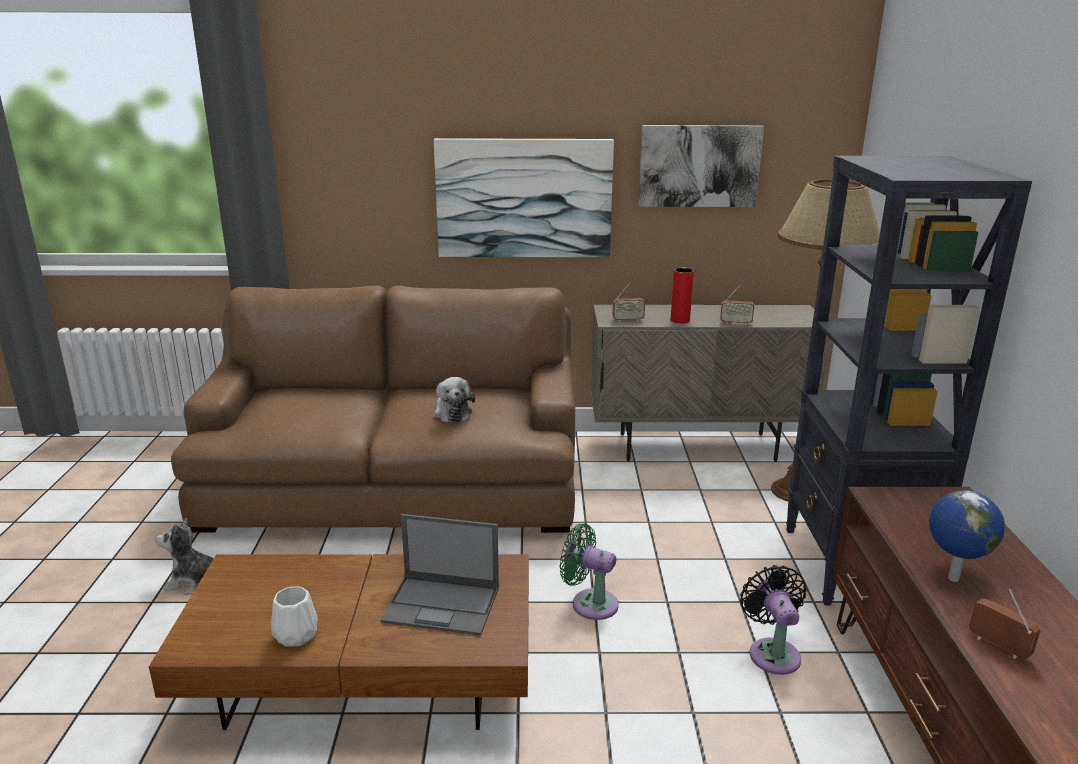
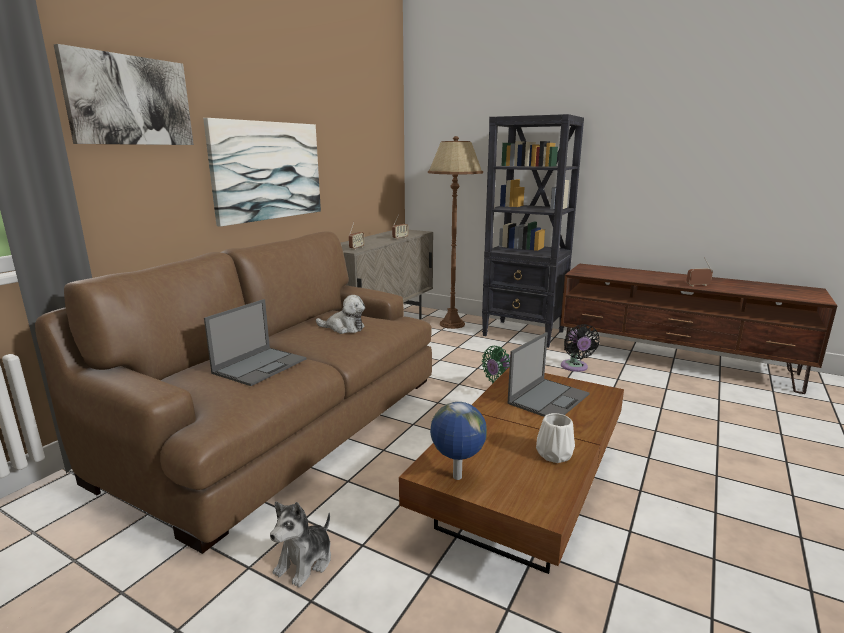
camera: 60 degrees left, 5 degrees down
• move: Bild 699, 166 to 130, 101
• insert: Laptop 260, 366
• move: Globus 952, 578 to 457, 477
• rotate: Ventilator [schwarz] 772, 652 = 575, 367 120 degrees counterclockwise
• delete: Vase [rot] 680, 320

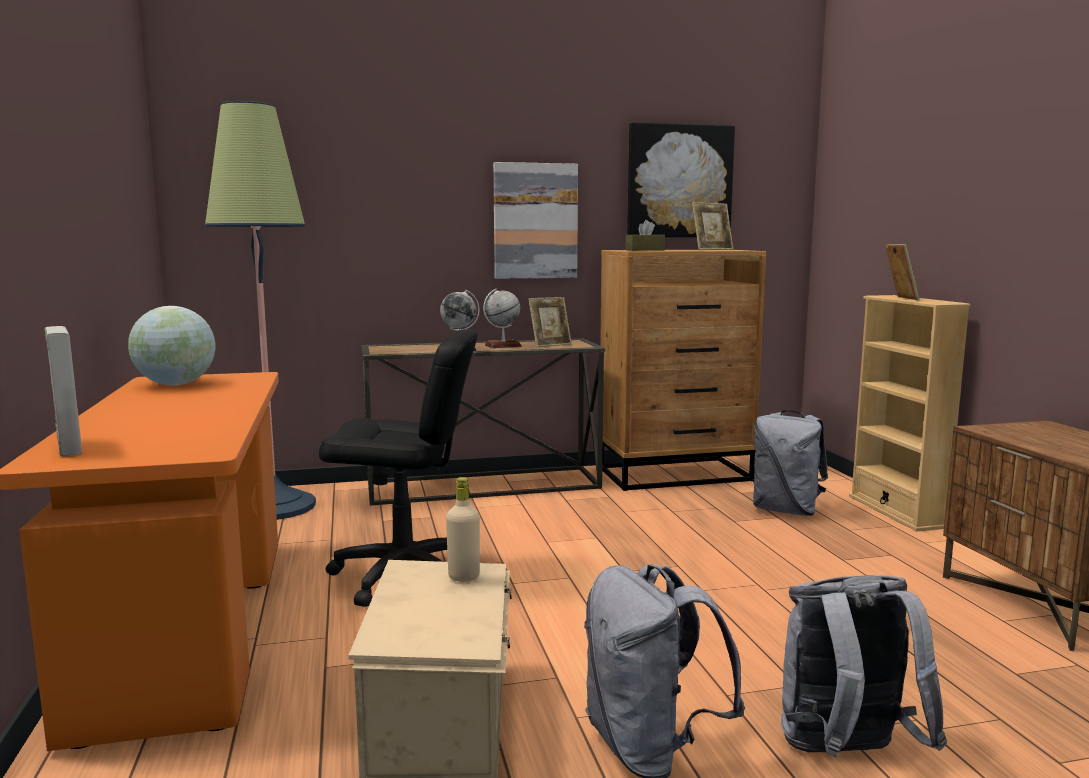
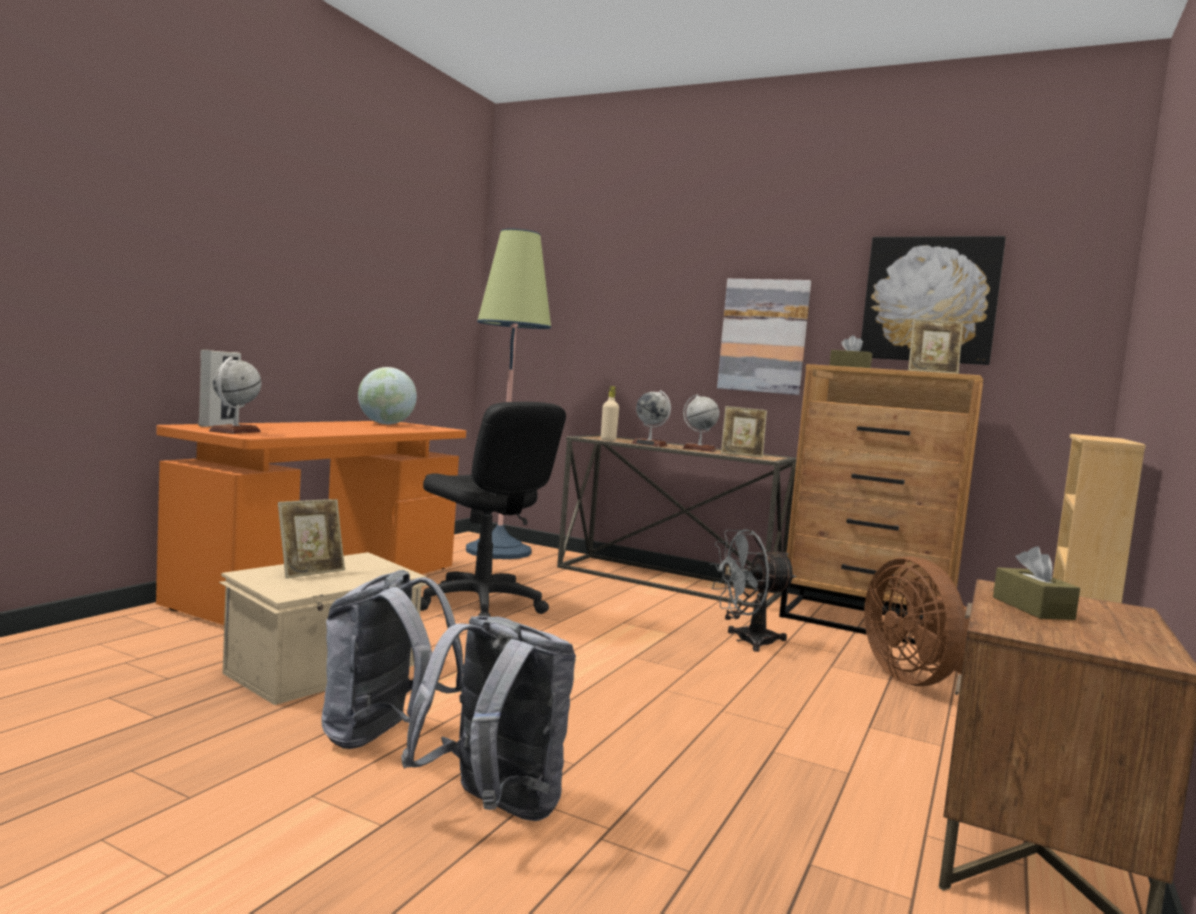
camera: 40 degrees right, 5 degrees down
• insert: Globus 235, 431
• move: Bilderrahmen 899, 298 to 310, 572
• move: Flasche [beige] 464, 577 to 608, 440
• insert: Ventilator [grau] 746, 641
• replace: Rucksack [grau] 786, 510 to Ventilator [braun] 915, 679
• insert: Taschentuchbox [braun] 1032, 608

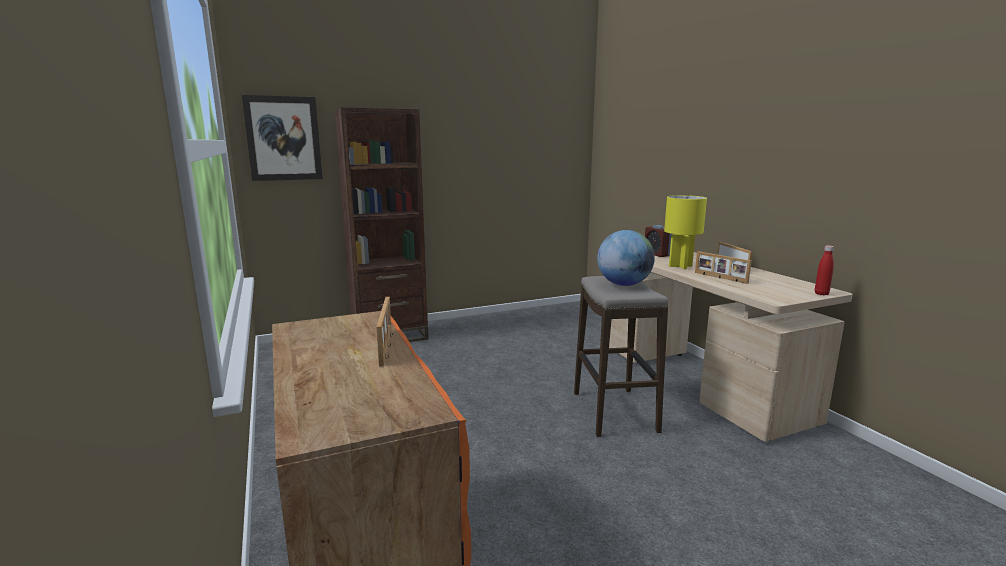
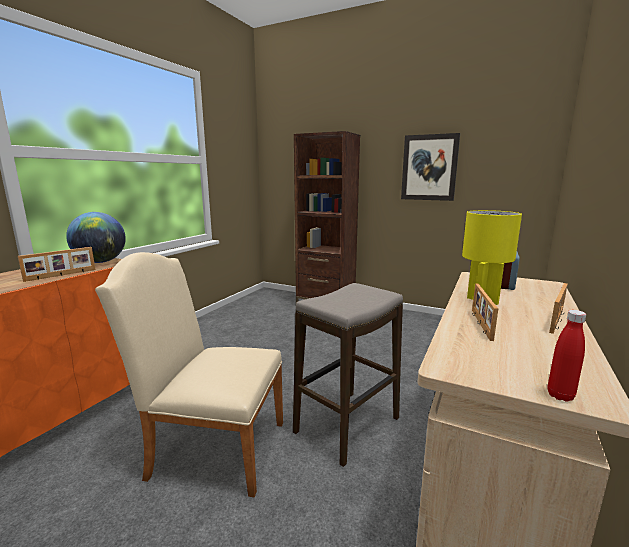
camera: 50 degrees right, 0 degrees up
• move: Globus 624, 284 to 100, 262
• insert: Stuhl [beige] 210, 447
• move: Bild 283, 138 to 429, 167

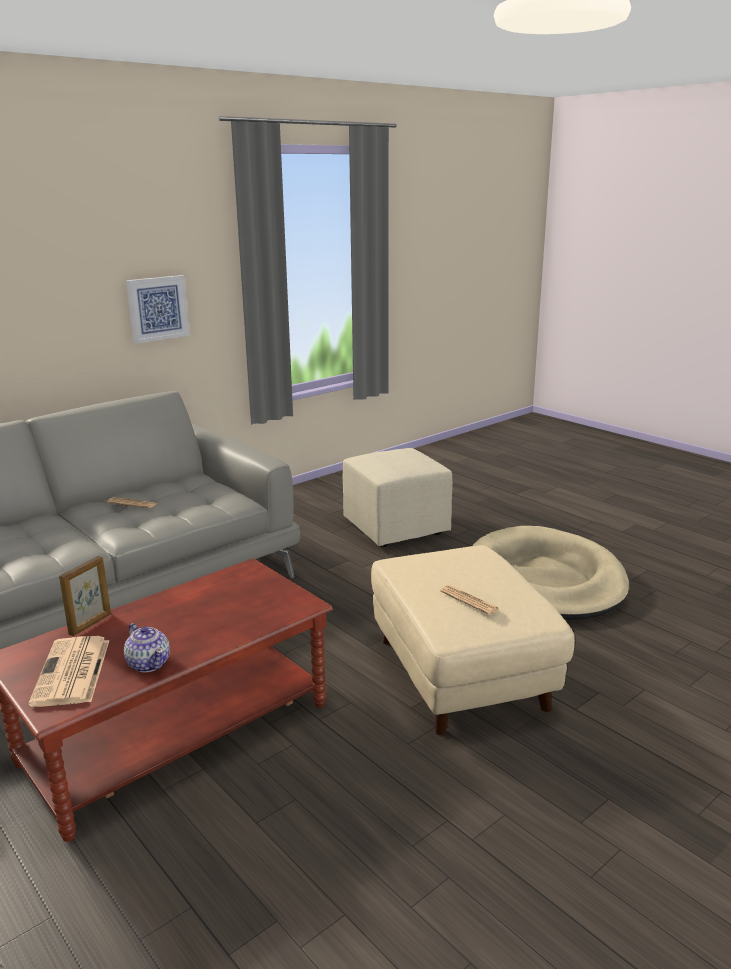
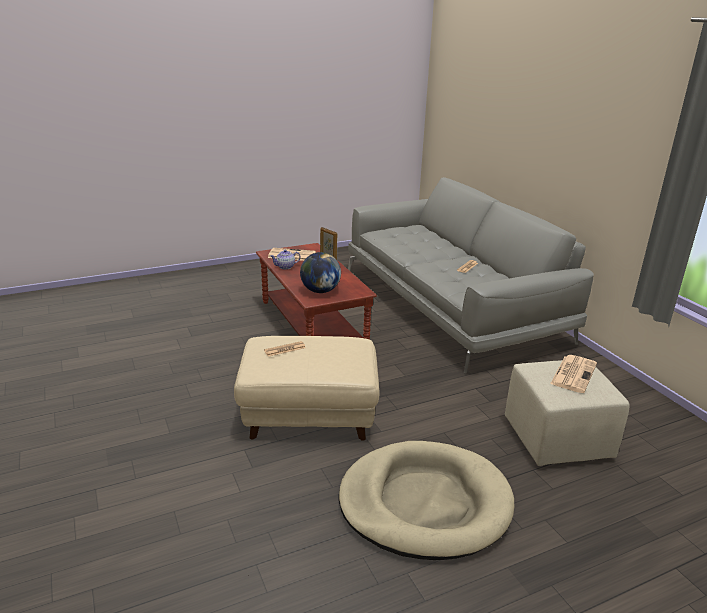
camera: 105 degrees right, 5 degrees up
• insert: Globus 320, 291
• insert: Zeitung 573, 373
• delete: Bild 157, 308

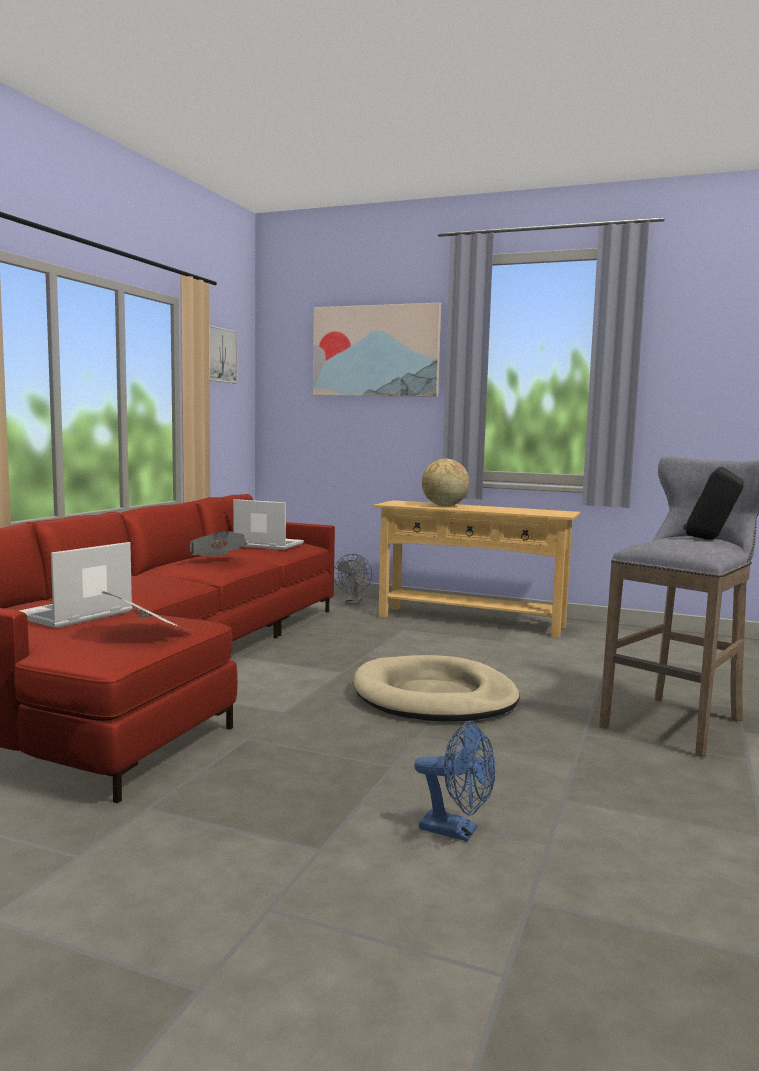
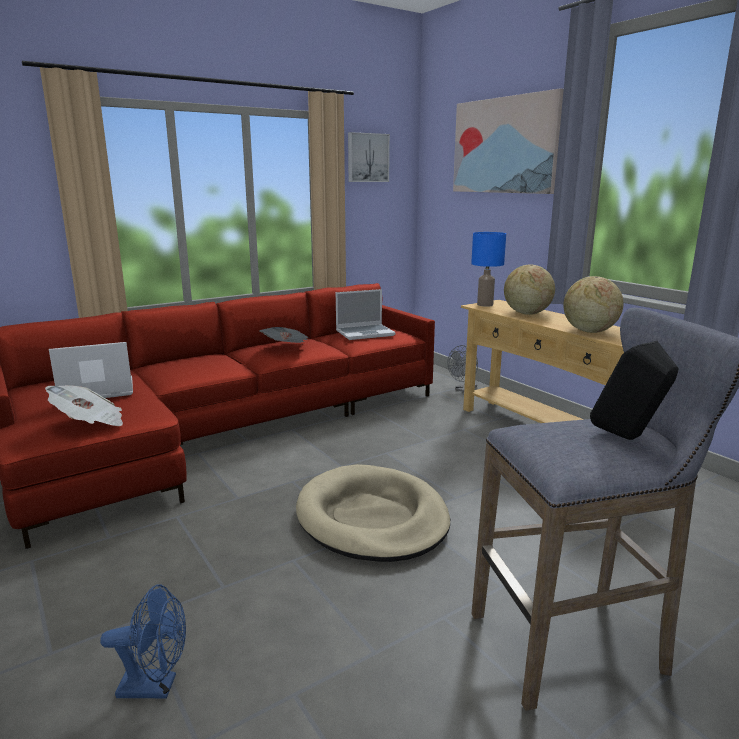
camera: 35 degrees right, 10 degrees up
• rotate: Ventilator [blau] 457, 831 = 156, 686 60 degrees counterclockwise
• rotate: Laptop 267, 545 = 365, 333 105 degrees clockwise
• insert: Tischlampe [blau] 485, 305
• insert: Globus 589, 331

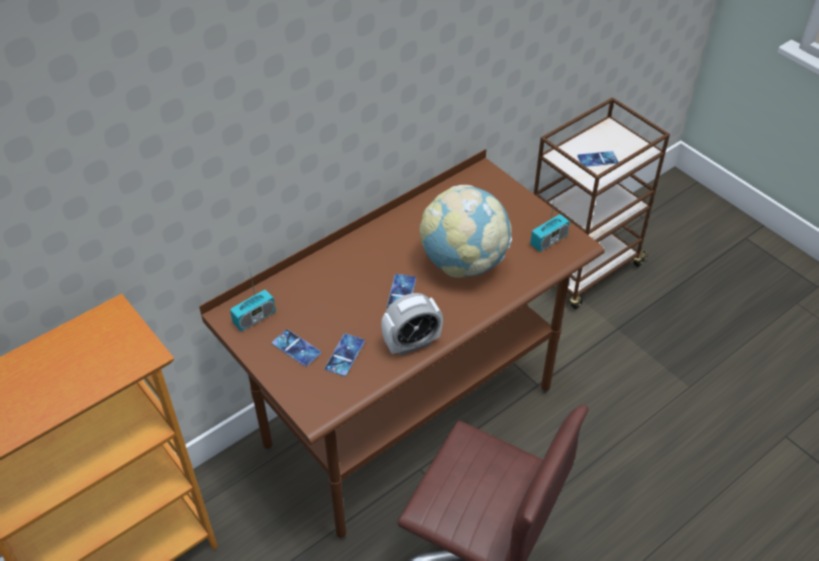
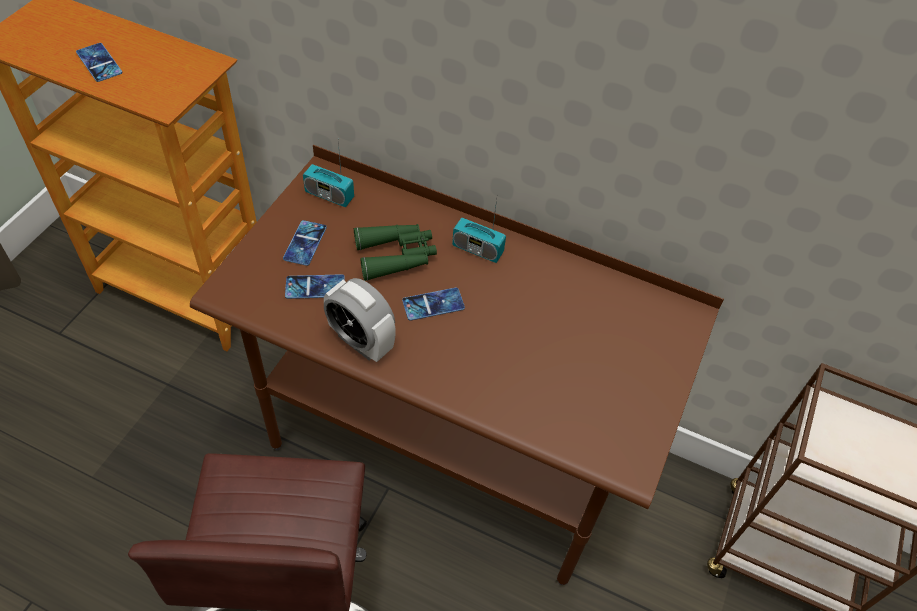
camera: 60 degrees right, 5 degrees up
• move: Handy 597, 159 to 99, 63
• insert: Fernglas [grün] 396, 256
• move: Radio 549, 240 to 477, 249
• delete: Globus 463, 262

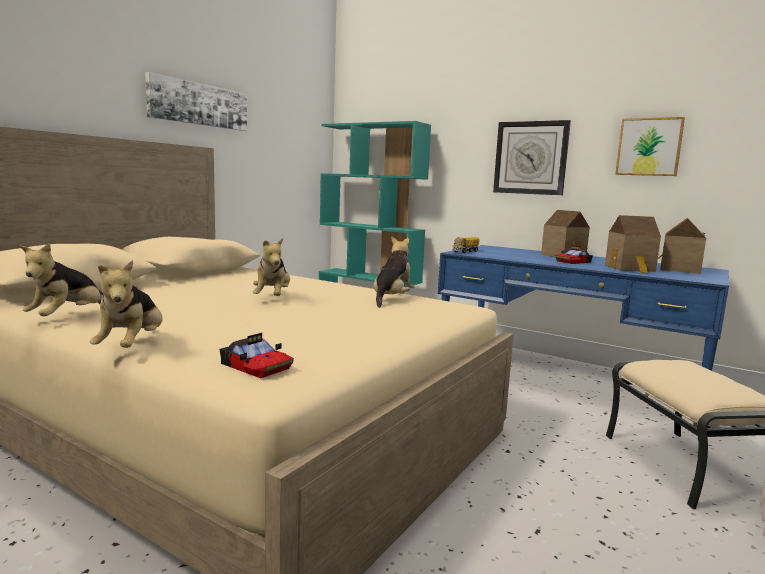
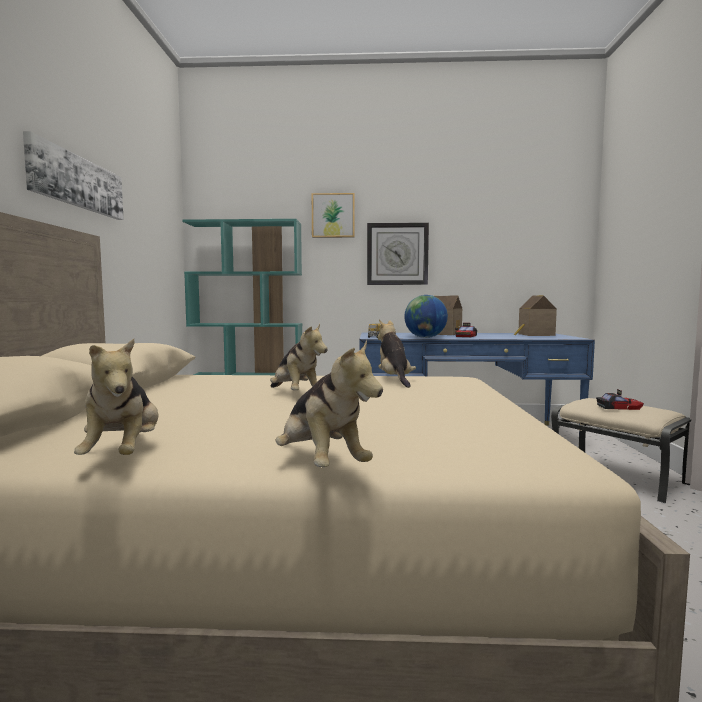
camera: 30 degrees left, 5 degrees down
• move: Bild 649, 147 to 333, 216
• insert: Globus 425, 337
• move: Spielzeugauto 256, 366 to 618, 407
• delete: Spielzeughaus 631, 268

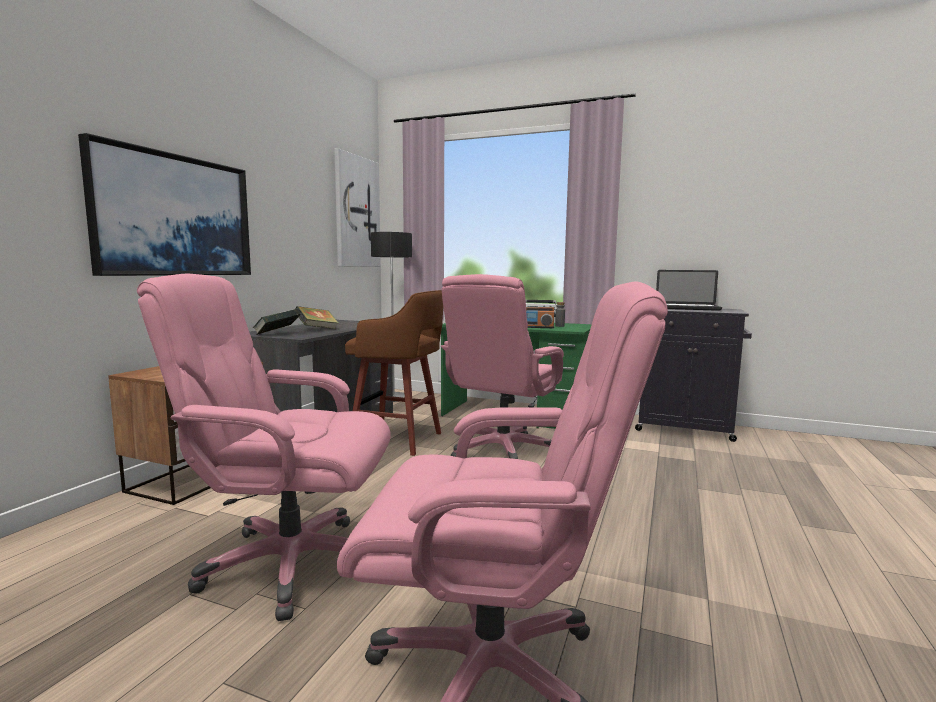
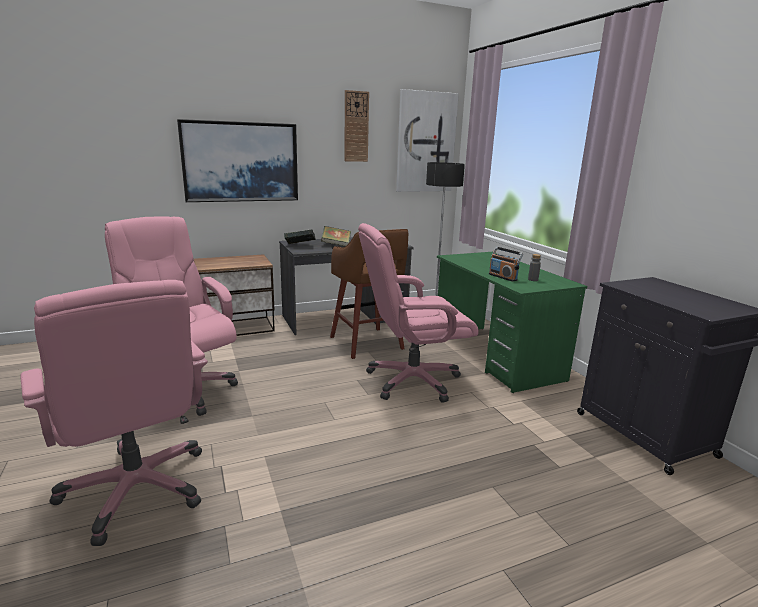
camera: 45 degrees right, 10 degrees up
• insert: Wanduhr 356, 127
• delete: Laptop 687, 308

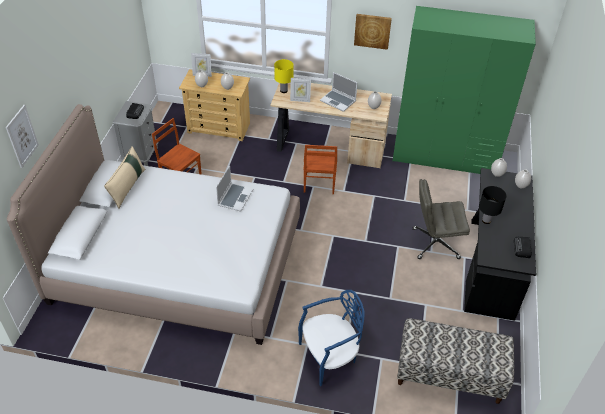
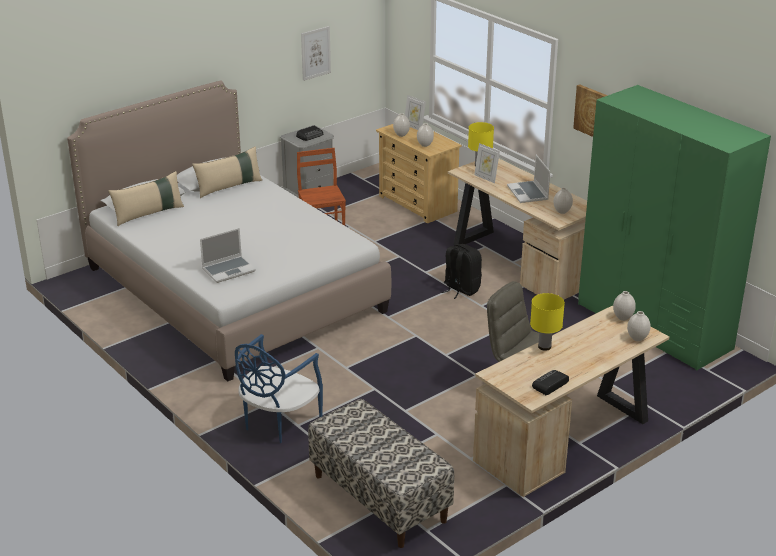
camera: 40 degrees right, 15 degrees down
• insert: Kissen [beige] 149, 214
• move: Laptop 235, 197 to 229, 270
• rotate: Stuhl [blau] 329, 357 = 278, 422 105 degrees clockwise
• move: Bild 22, 136 to 315, 53
• replace: Stuhl [braun] 318, 184 to Rucksack [schwarz] 460, 289
• recolor: Schreibtisch [schwarz] 491, 264 to Schreibtisch [beige] 567, 440
• recolor: Tischlampe [schwarz] 486, 220 to Tischlampe [gelb] 545, 346

